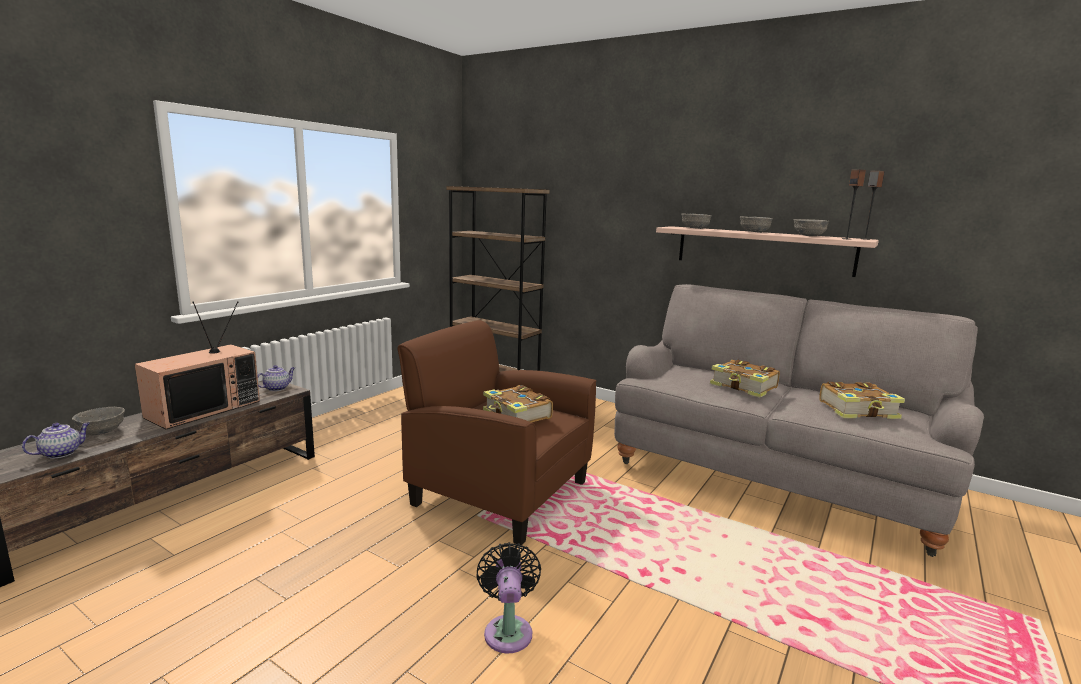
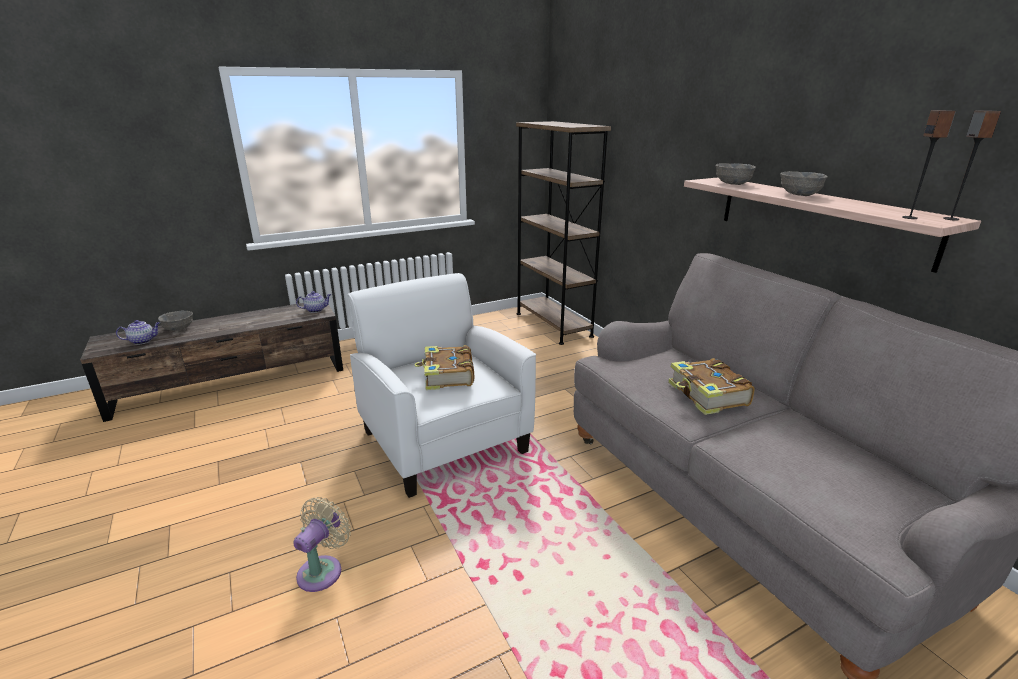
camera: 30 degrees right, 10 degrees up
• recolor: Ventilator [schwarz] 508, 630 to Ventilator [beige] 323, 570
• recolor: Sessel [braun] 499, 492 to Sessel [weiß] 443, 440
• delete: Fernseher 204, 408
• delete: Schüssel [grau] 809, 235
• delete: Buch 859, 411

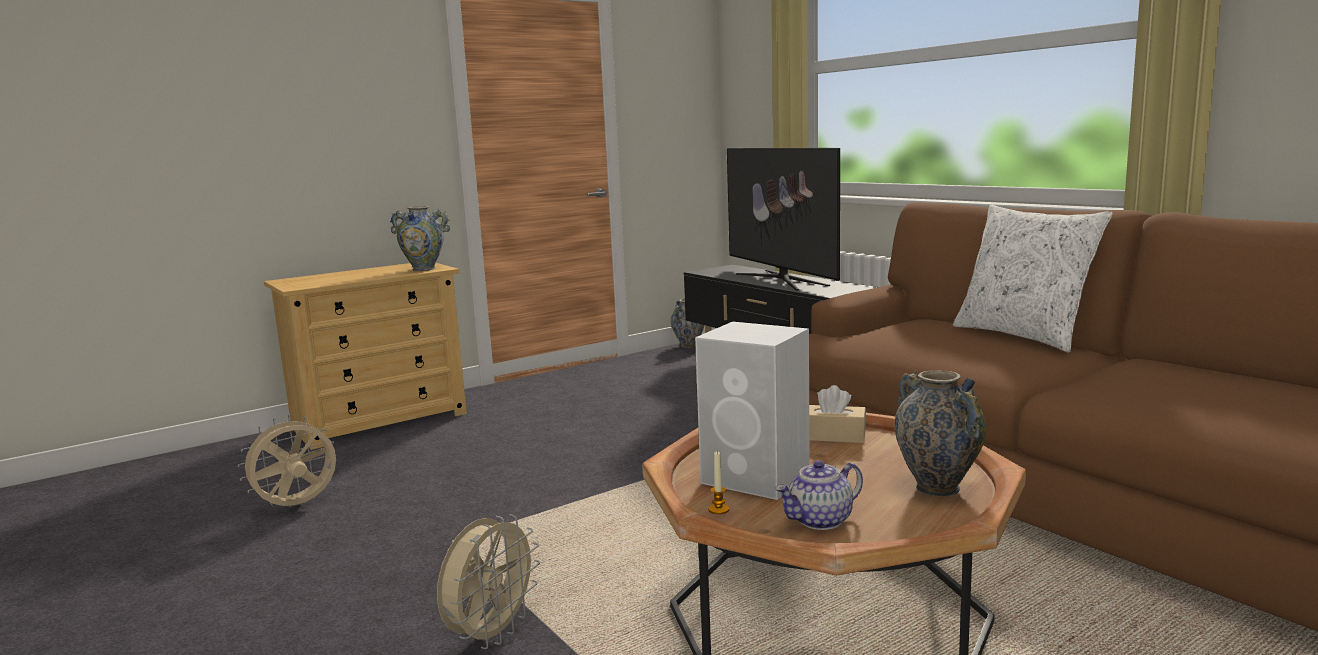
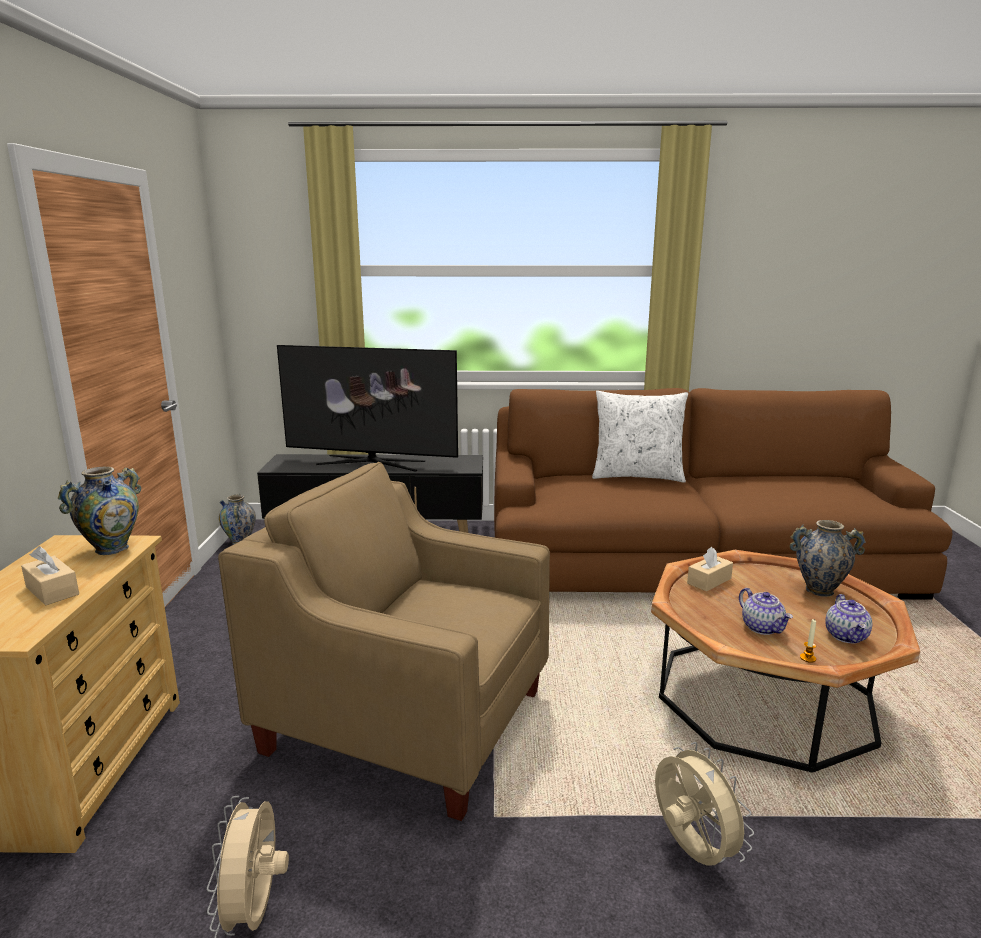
camera: 55 degrees left, 5 degrees up
• insert: Taschentuchbox [beige] 52, 591
• insert: Sessel [beige] 407, 720
• replace: Lautsprecher [weiß] 758, 478 to Teekanne 762, 628

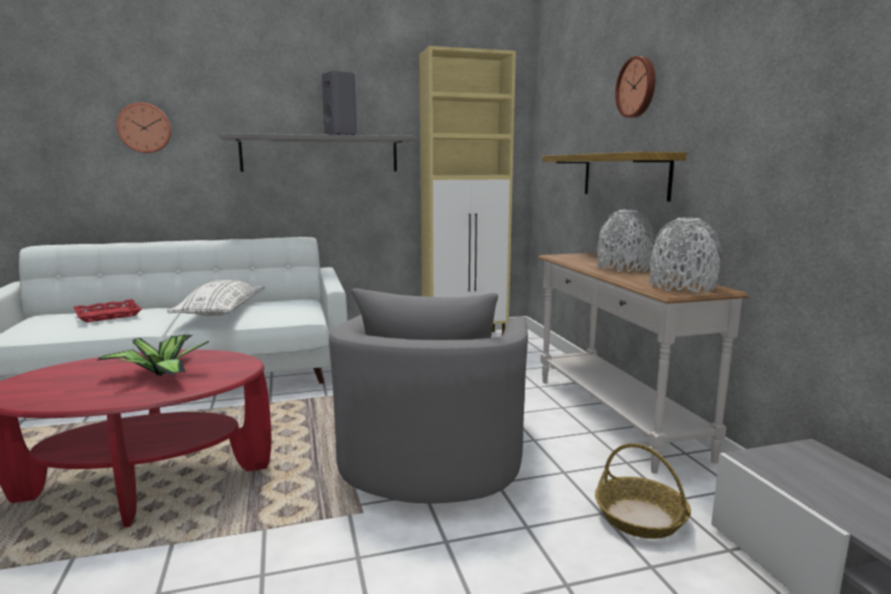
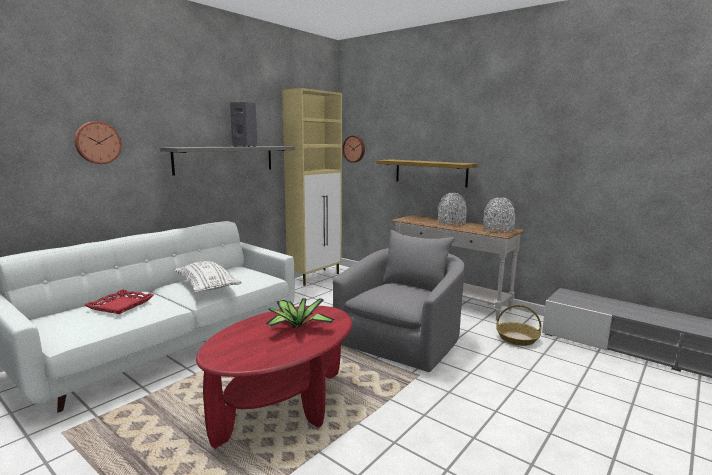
camera: 35 degrees left, 0 degrees up
• rotate: Sessel [grau] 432, 453 = 403, 340 120 degrees counterclockwise
• move: Wanduhr 637, 87 to 354, 149

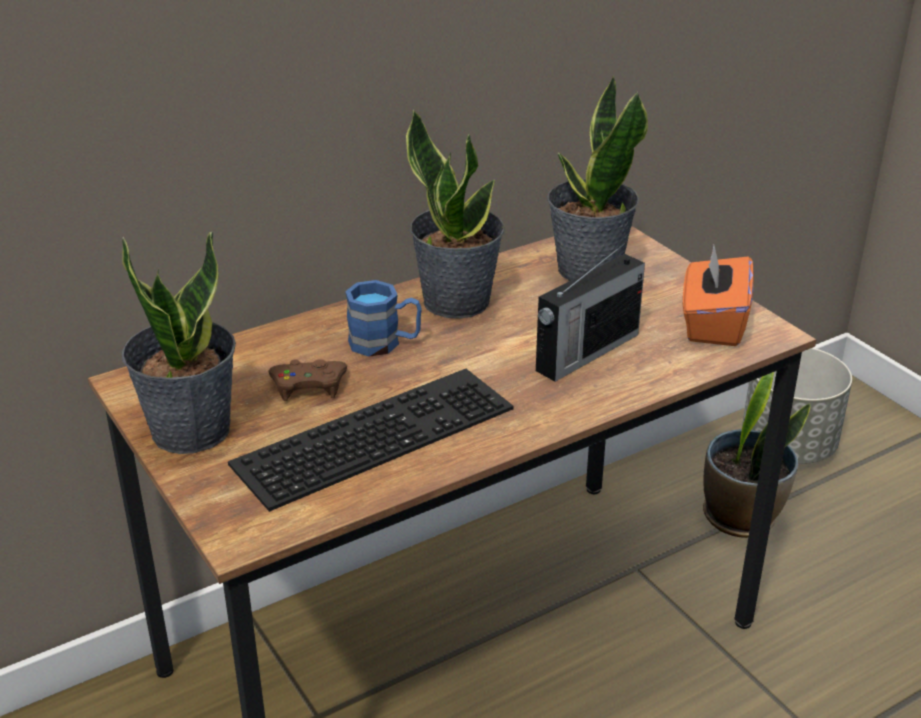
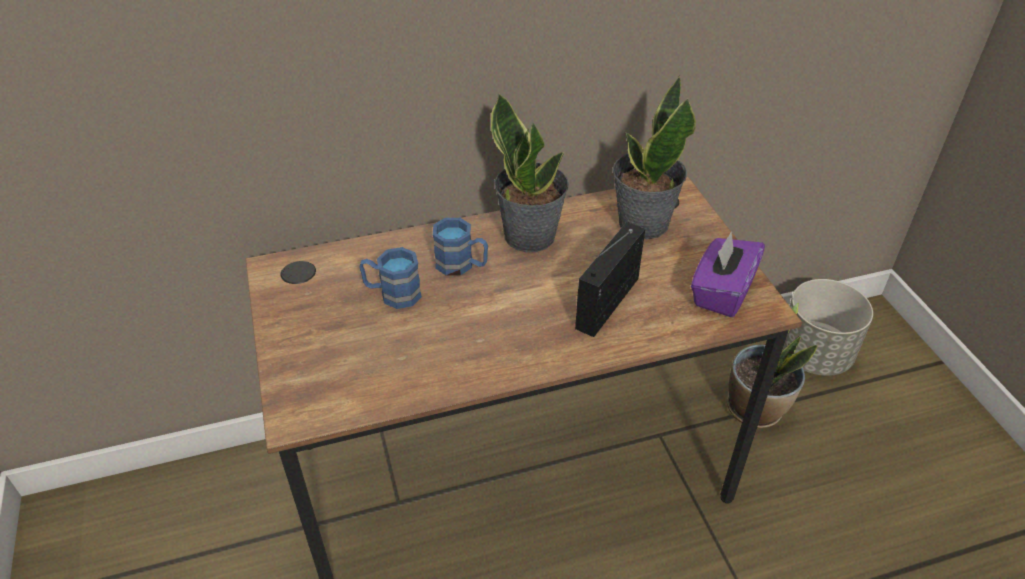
camera: 15 degrees right, 10 degrees up
• replace: Gamepad [braun] 308, 385 to Henkelbecher [blau] 392, 293
• rotate: Radio 585, 353 = 609, 302 150 degrees clockwise
• recolor: Taschentuchbox [orange] 712, 324 to Taschentuchbox [lila] 721, 292
• delete: Topfpflanze 190, 429
• delete: Tastatur 374, 432

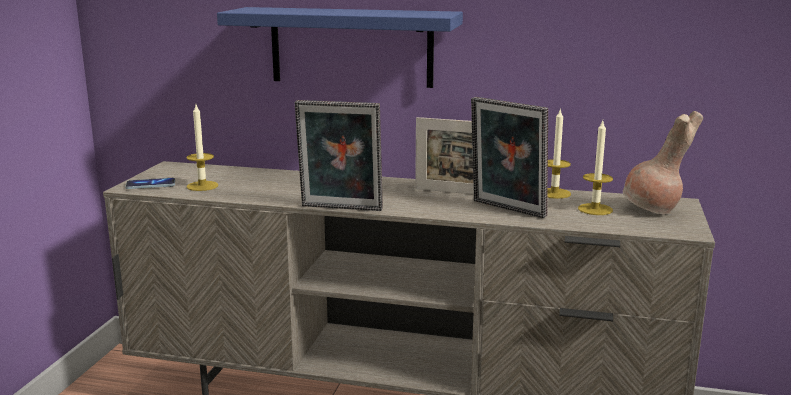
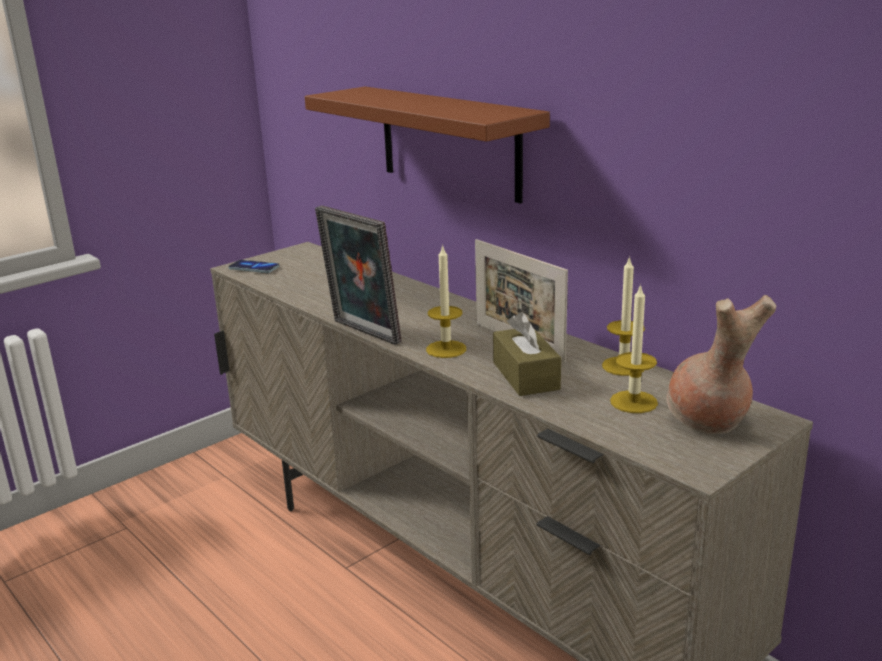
camera: 35 degrees right, 5 degrees up
• recolor: Wandregal [blau] 351, 47 to Wandregal [braun] 449, 142
• move: Kerze 202, 186 to 446, 349
• replace: Bilderrahmen 506, 210 to Taschentuchbox [braun] 525, 376

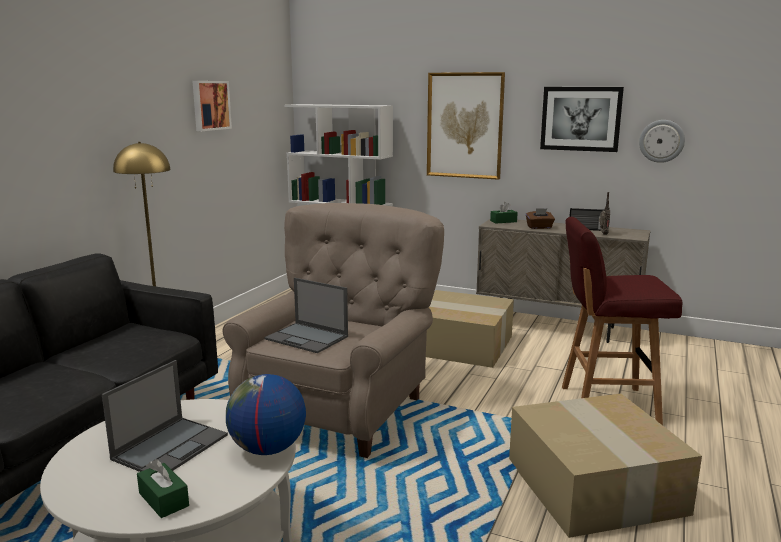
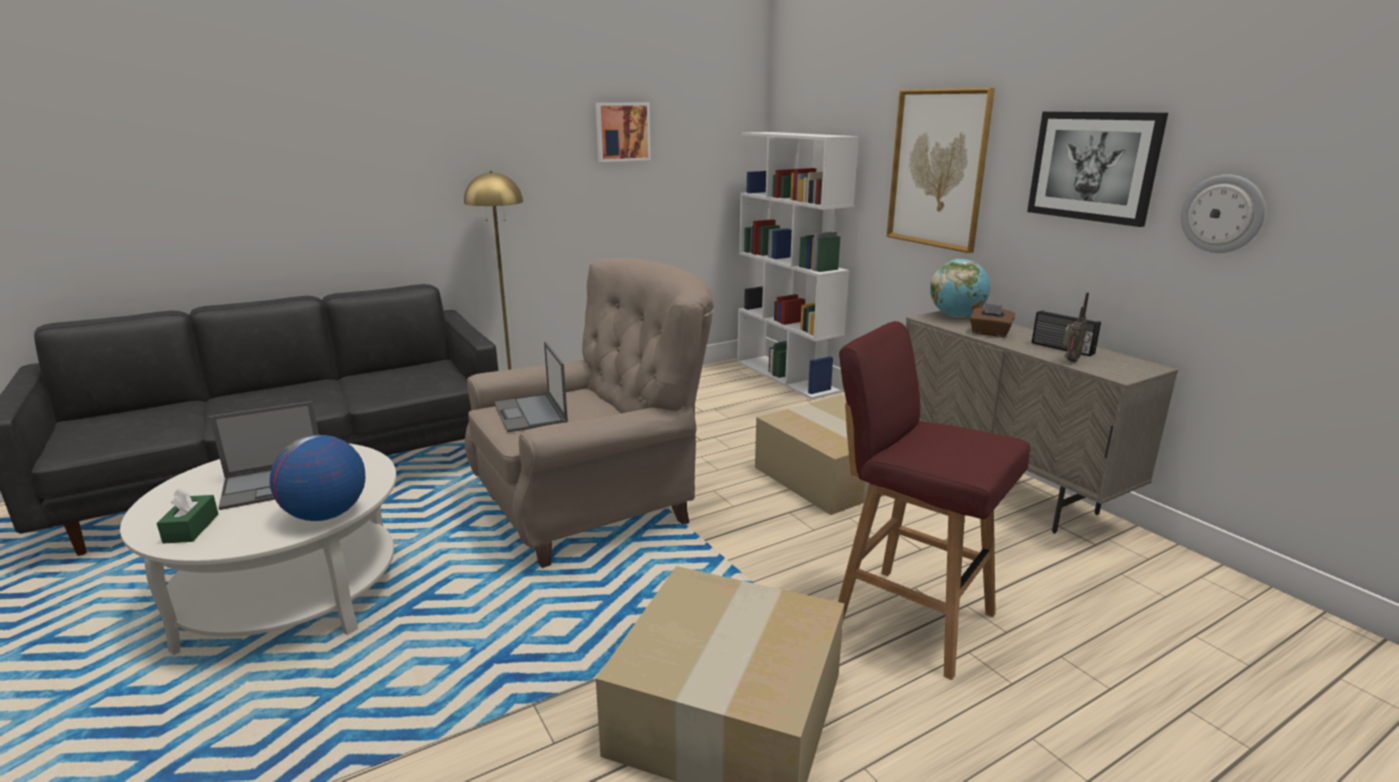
camera: 35 degrees right, 5 degrees up
• replace: Taschentuchbox [grün] 503, 221 to Globus 956, 316

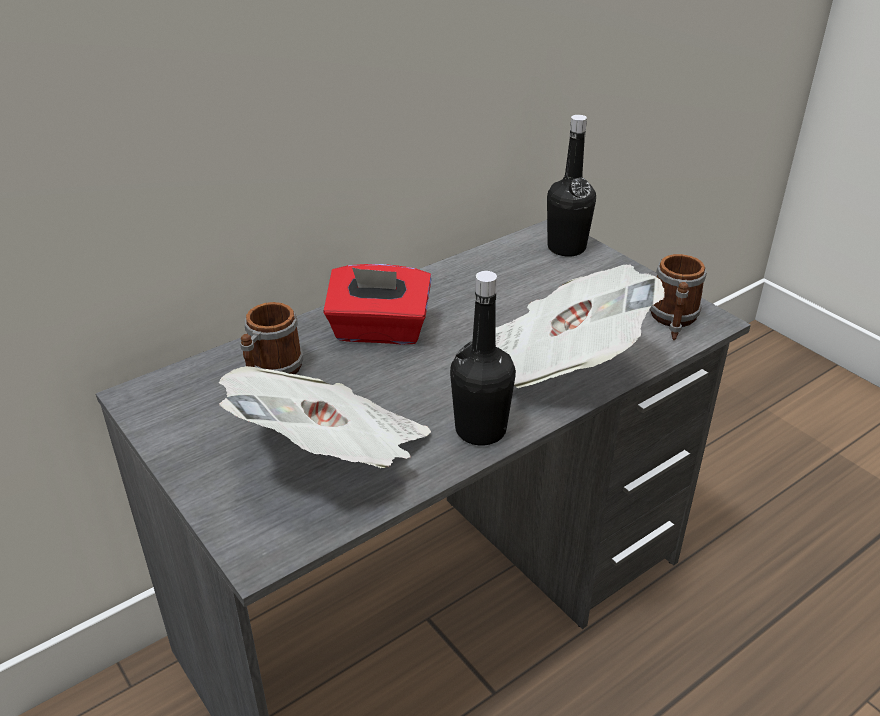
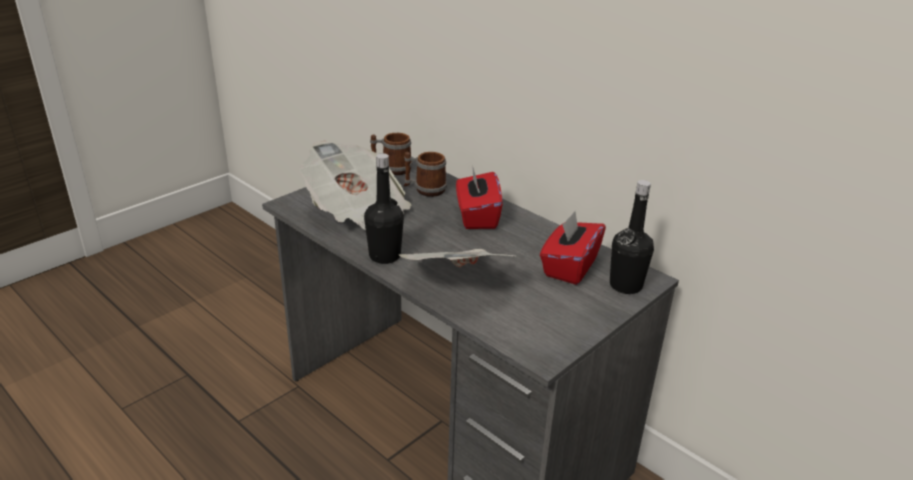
camera: 80 degrees right, 5 degrees down
• move: Henkelbecher 673, 321 to 391, 169
• insert: Taschentuchbox [rot] 569, 267

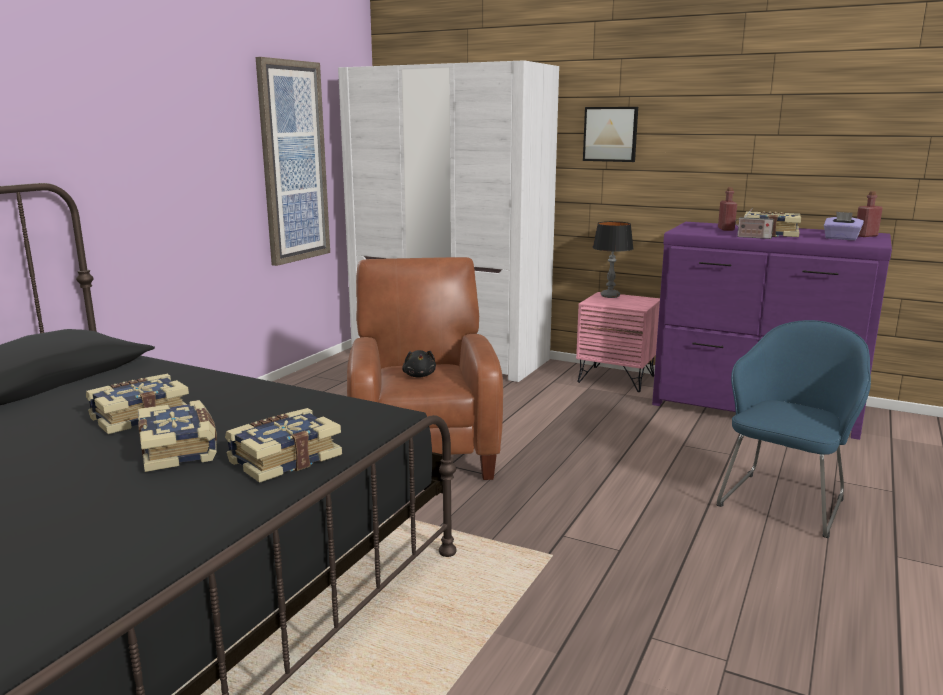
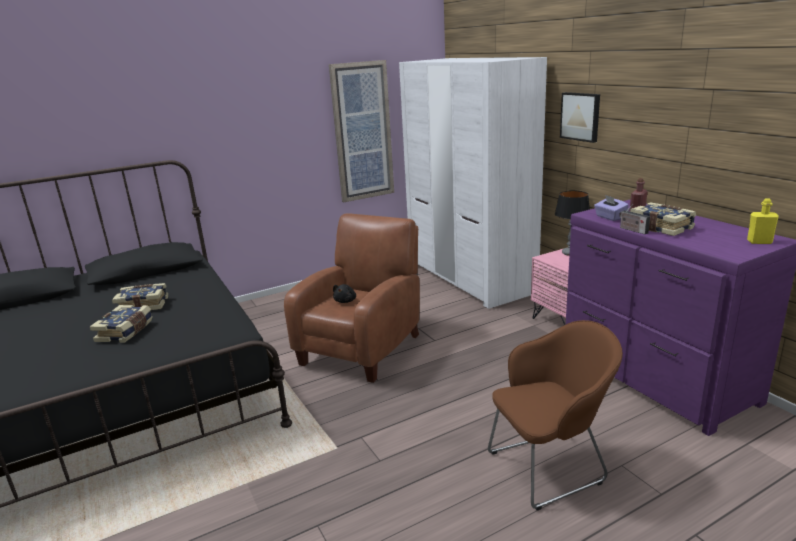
camera: 35 degrees right, 5 degrees up
• recolor: Sessel [blau] 785, 500 to Sessel [braun] 550, 466
• move: Taschentuchbox [lila] 841, 238 to 609, 217
• recolor: Flasche [rot] 866, 236 to Flasche [gelb] 759, 242
• delete: Buch 284, 459

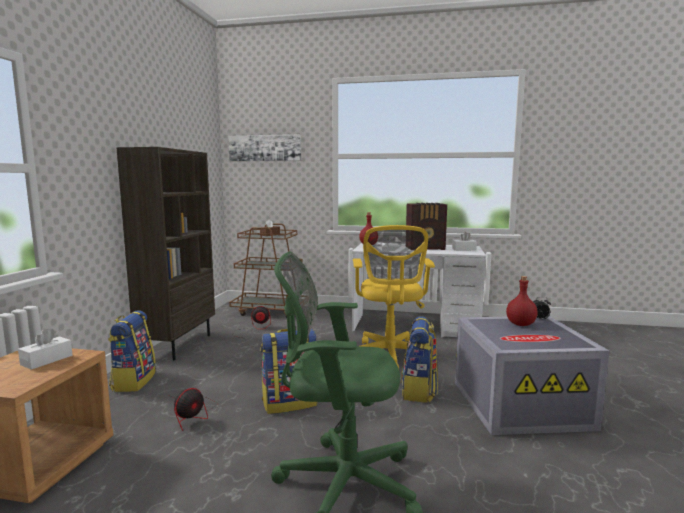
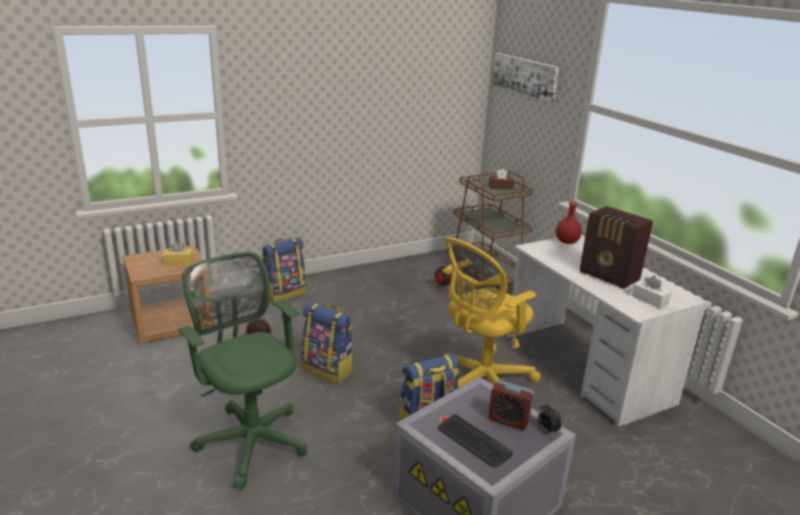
camera: 50 degrees right, 15 degrees up
• recolor: Taschentuchbox [weiß] 47, 360 to Taschentuchbox [gelb] 178, 262
• insert: Tastatur 473, 441
• replace: Flasche [rot] 520, 324 to Wecker 508, 420
• delete: Bücherregal [braun] 178, 345

